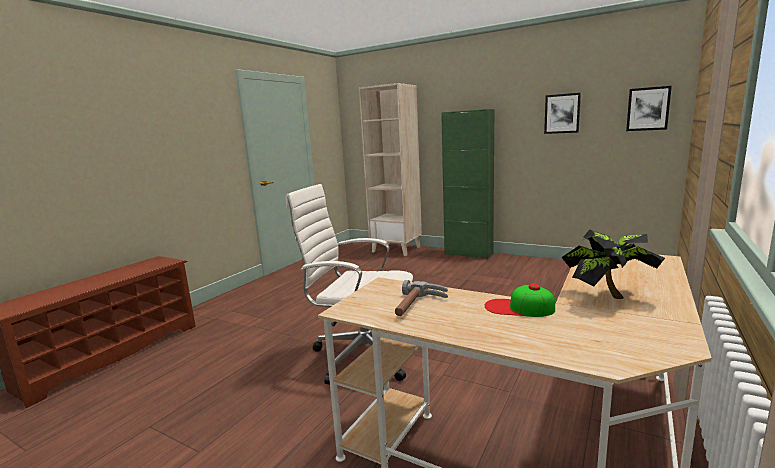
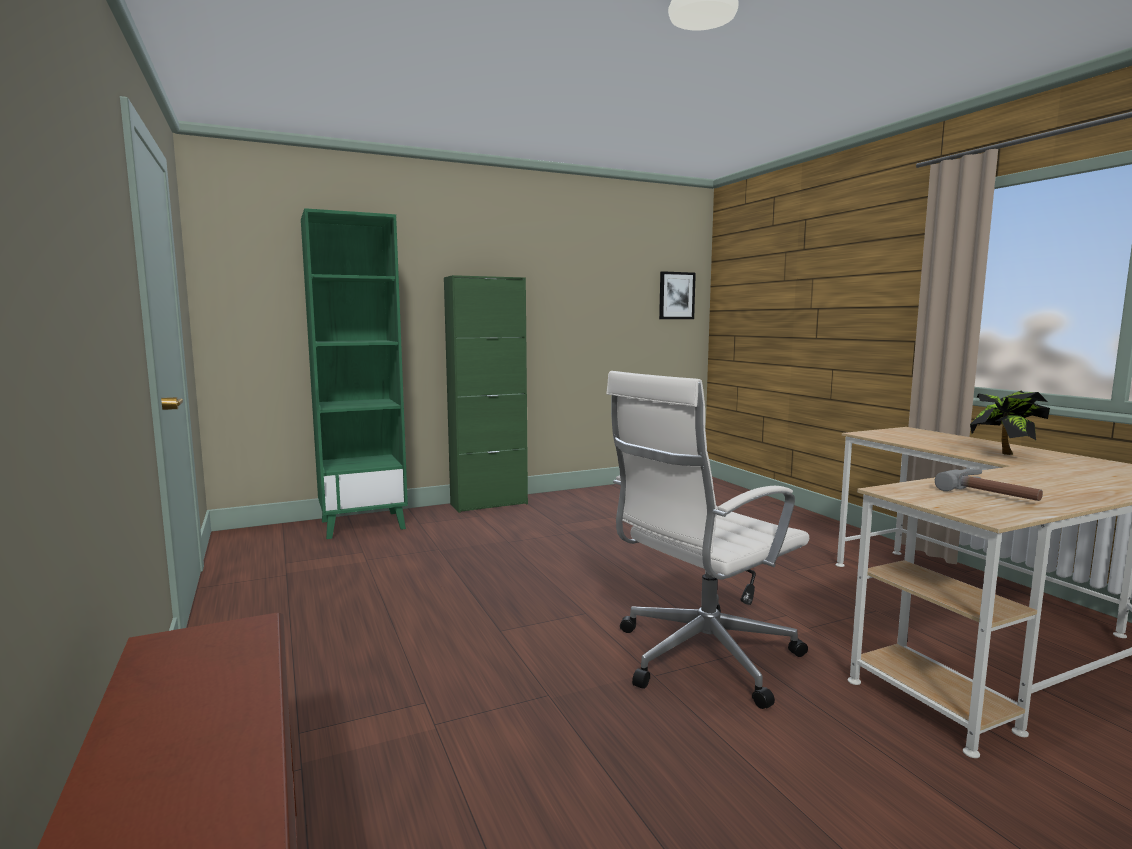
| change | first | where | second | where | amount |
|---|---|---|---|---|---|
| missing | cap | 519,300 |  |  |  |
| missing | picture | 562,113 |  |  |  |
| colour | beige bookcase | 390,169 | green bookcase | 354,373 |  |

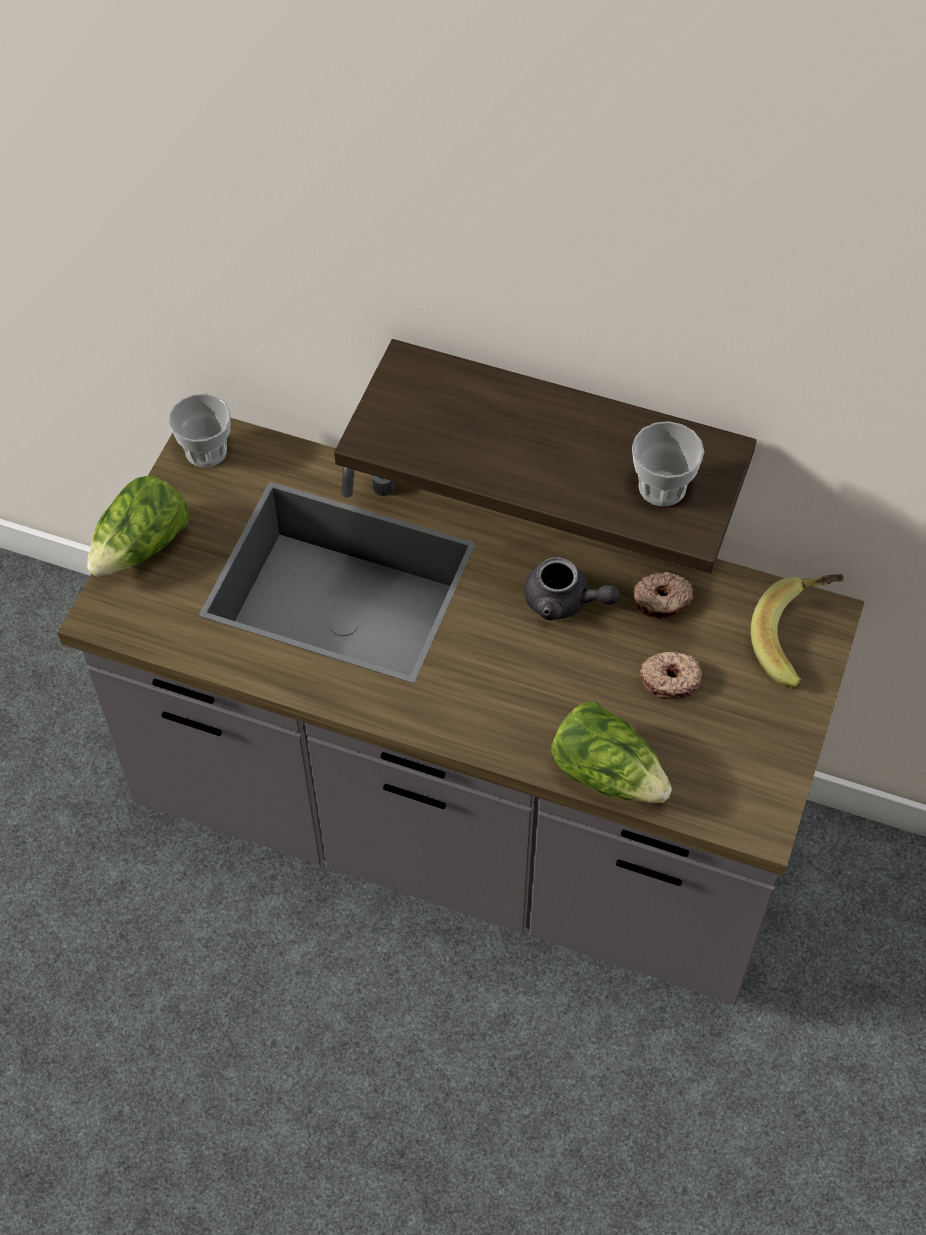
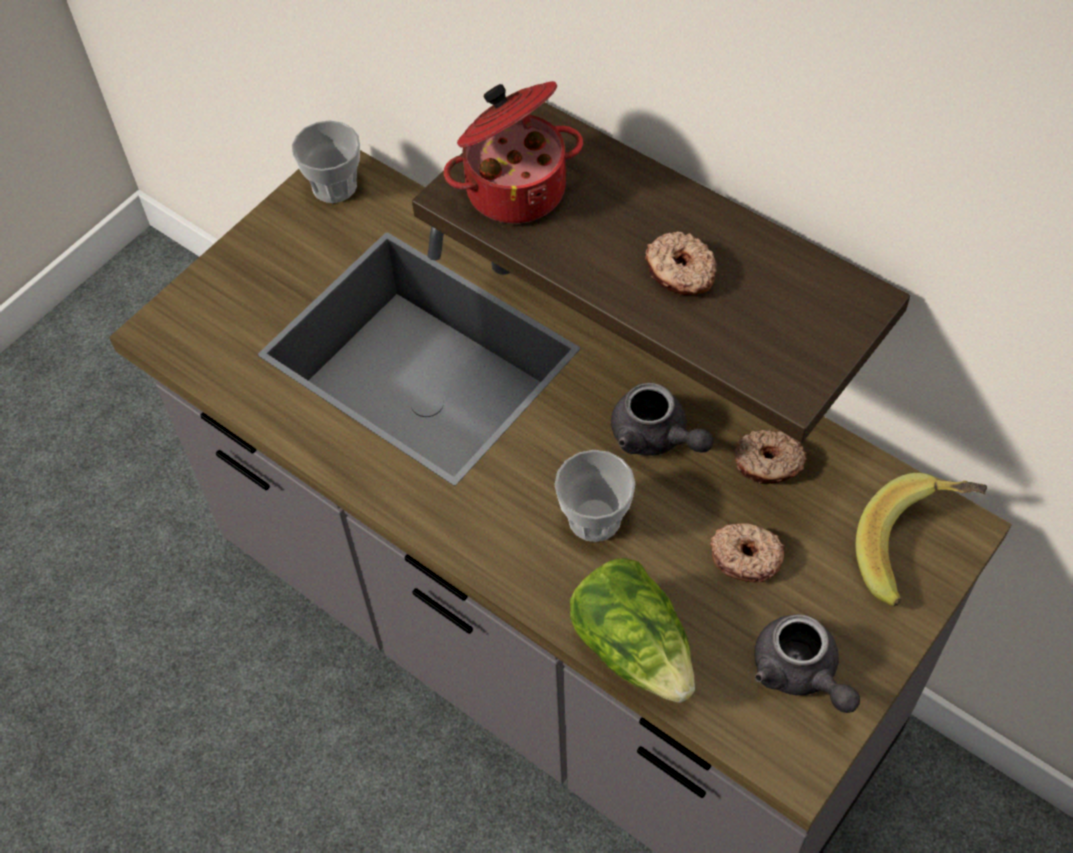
| change | first | where | second | where | amount |
|---|---|---|---|---|---|
| missing | lettuce | 138,526 |  |  |  |
| appeared |  |  | cooking pot | 513,152 |  |
| appeared |  |  | donut | 681,263 |  |
| appeared |  |  | grey teapot | 807,663 |  |
| relocated | cup | 668,464 |  | 595,496 |  |

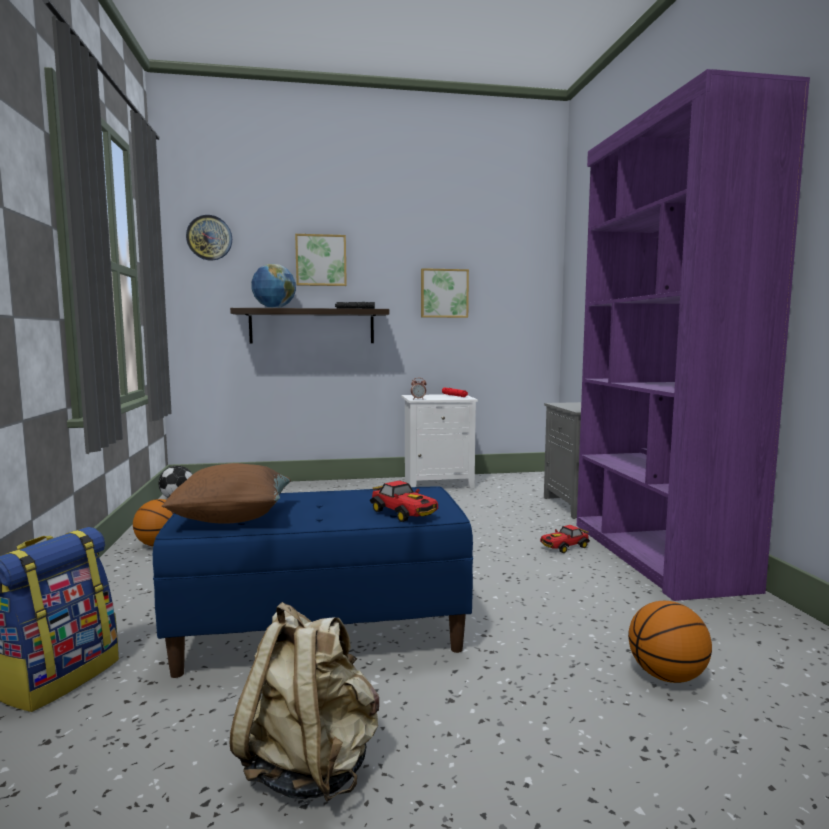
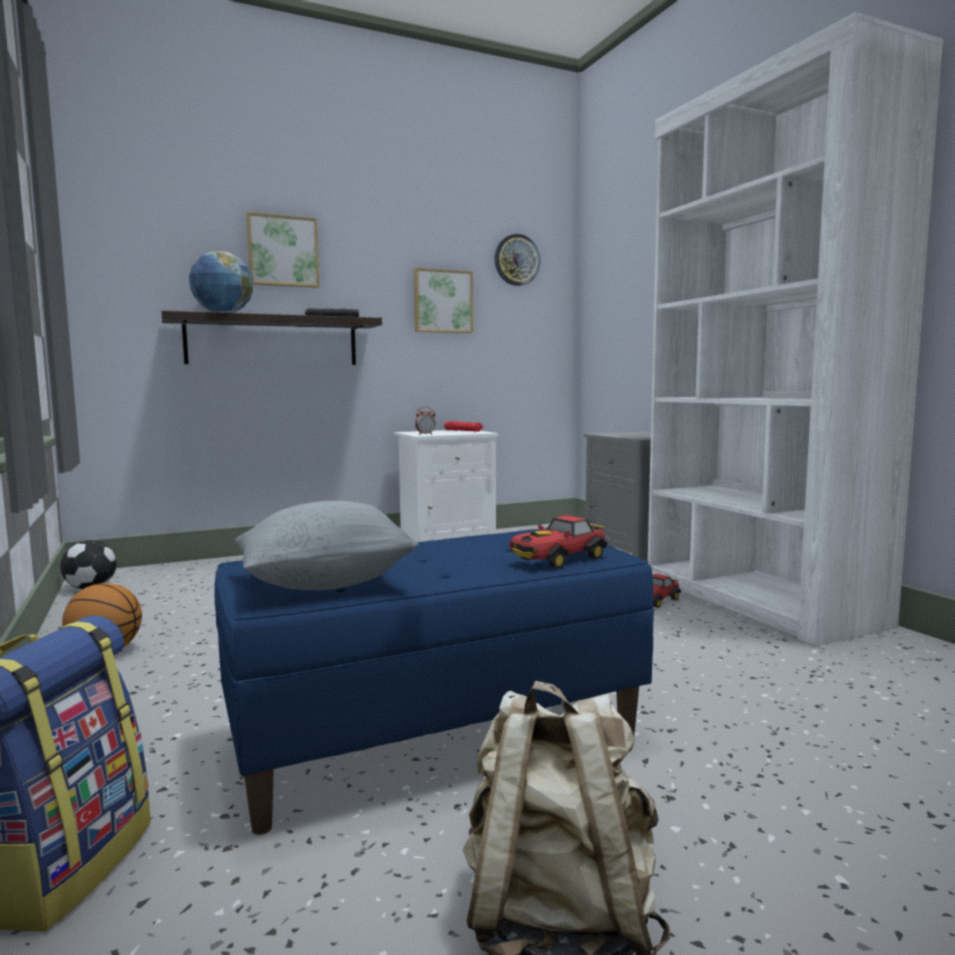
| change | first | where | second | where | amount |
|---|---|---|---|---|---|
| missing | basketball | 670,642 |  |  |  |
| relocated | wall clock | 209,238 |  | 517,260 |  |
| colour | brown pillow | 226,493 | grey pillow | 326,545 |  |
| colour | purple bookcase | 693,335 | white bookcase | 795,329 |  |
| spun | toy car | 404,501 |  | 559,542 | 105 degrees clockwise |

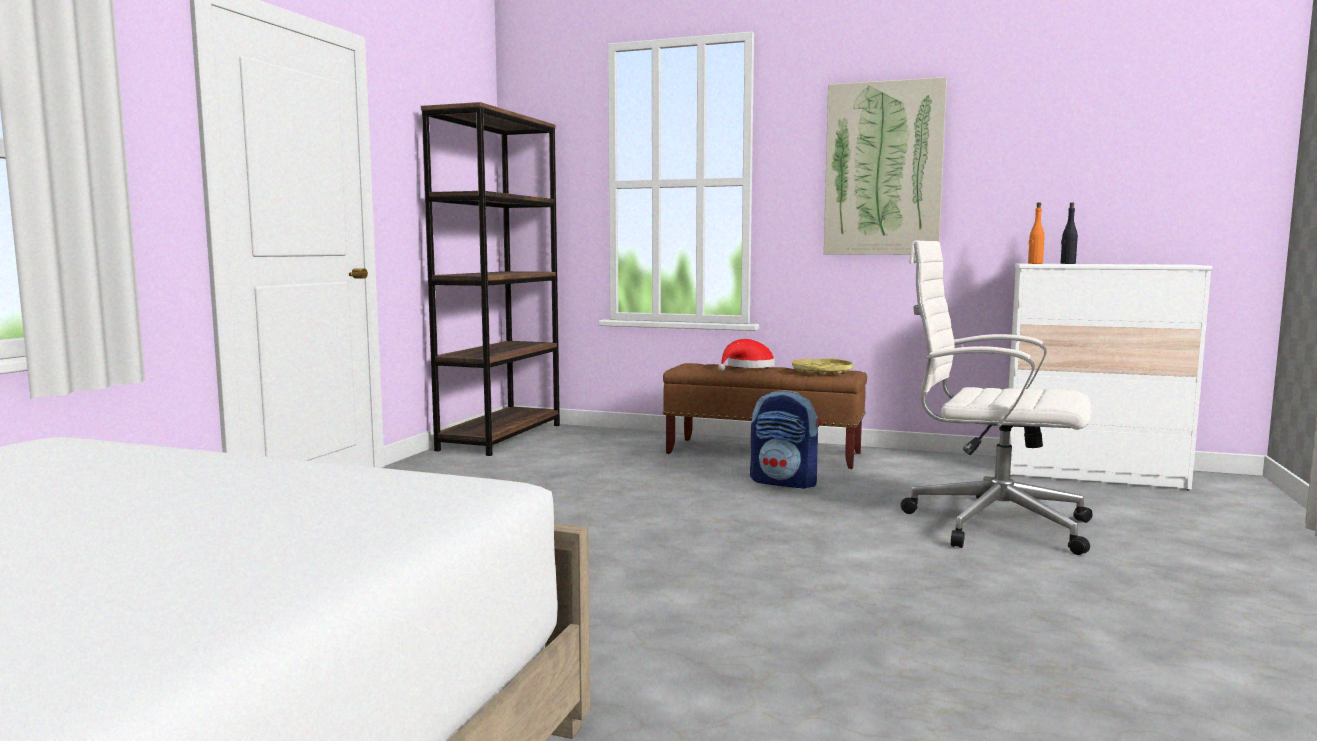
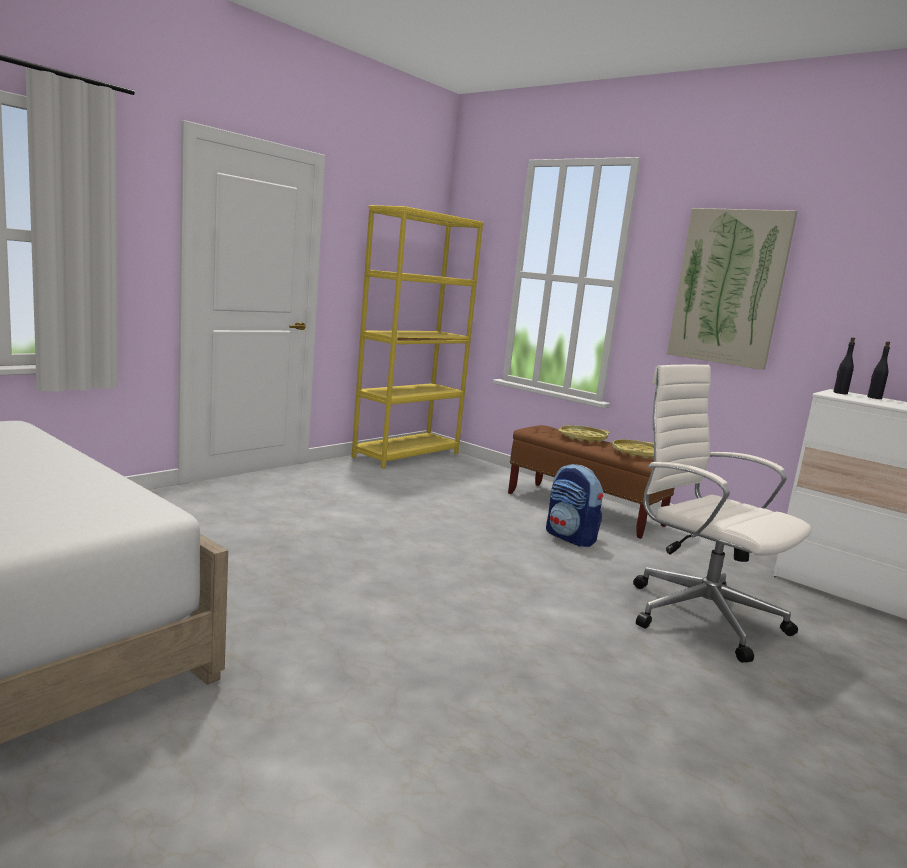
| change | first | where | second | where | amount |
|---|---|---|---|---|---|
| exchanged | red hat | 746,355 | yellow tray | 584,434 |  |
| colour | brown bookcase | 490,279 | yellow bookcase | 418,337 |  |
| colour | orange bottle | 1036,233 | black bottle | 844,365 |  |

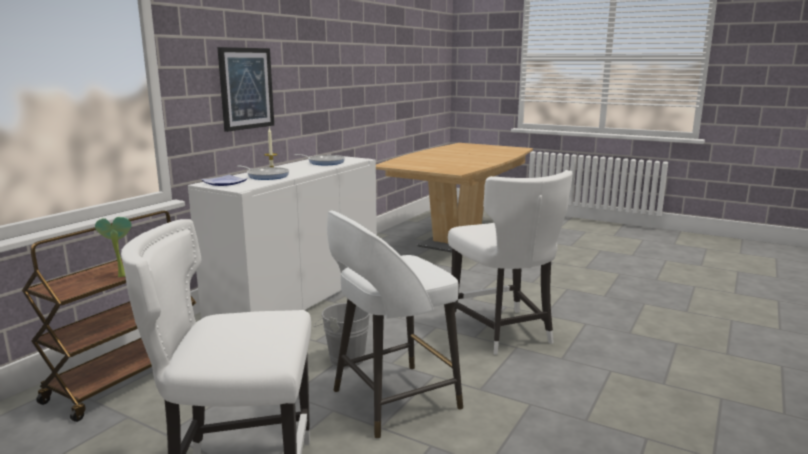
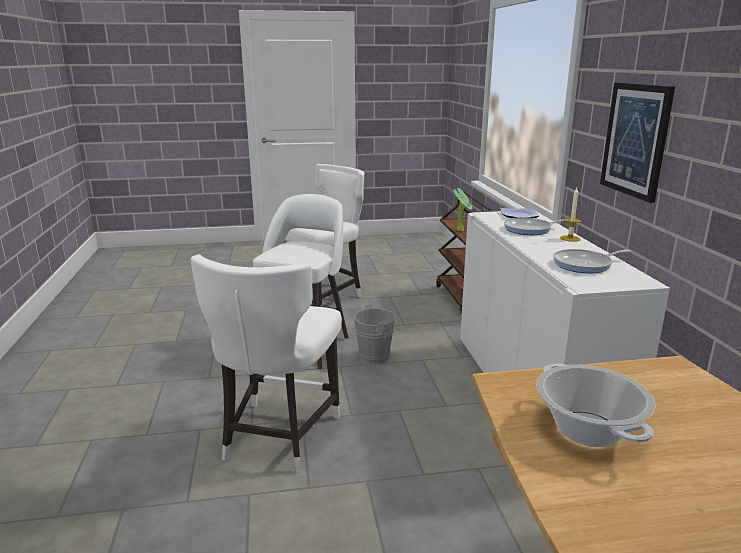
| change | first | where | second | where | amount |
|---|---|---|---|---|---|
| appeared |  |  | cooking pot | 596,405 |  |
| spun | white chair | 510,262 |  | 266,363 | 105 degrees counterclockwise |

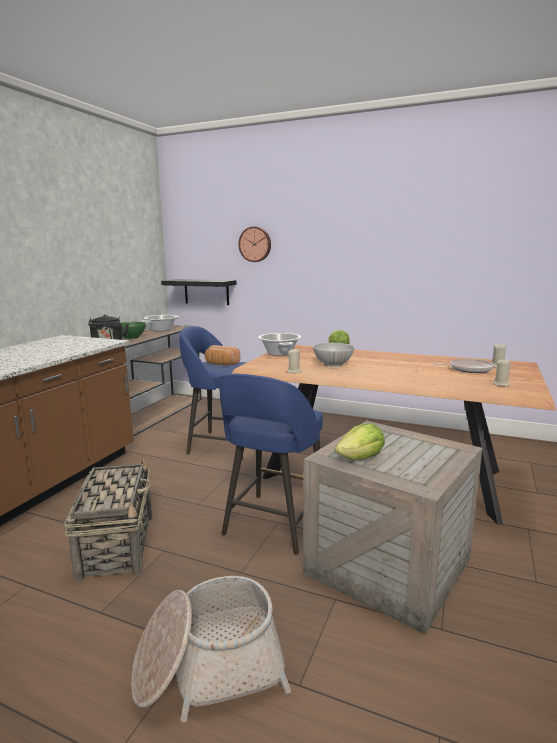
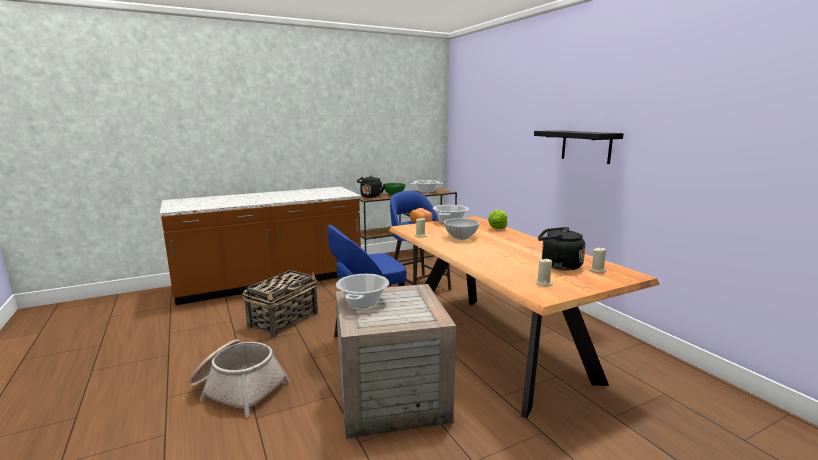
| change | first | where | second | where | amount |
|---|---|---|---|---|---|
| missing | wall clock | 254,244 |  |  |  |
| relocated | black shelf | 199,292 |  | 579,147 |  |
| exchanged | lettuce | 360,441 | cooking pot | 362,291 |  |
| exchanged | frying pan | 464,366 | black kettle | 561,249 |  |

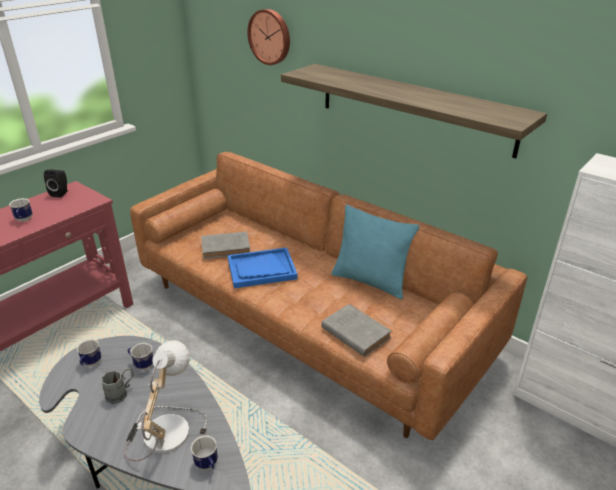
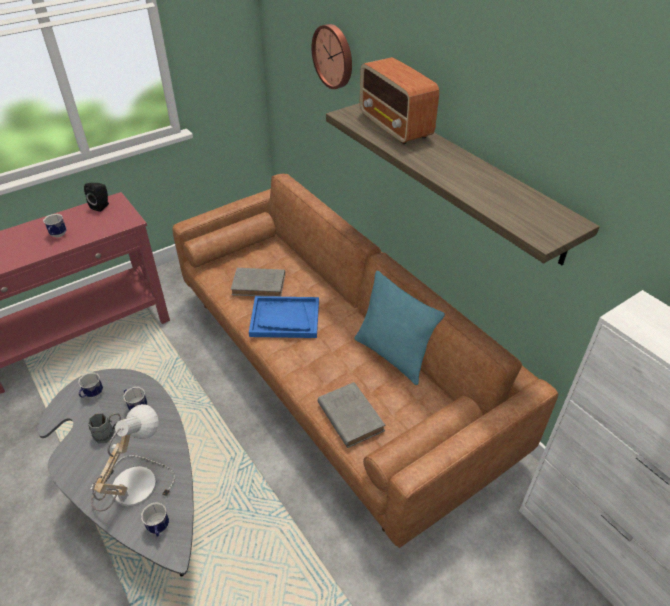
| change | first | where | second | where | amount |
|---|---|---|---|---|---|
| appeared |  |  | radio | 399,100 |  |

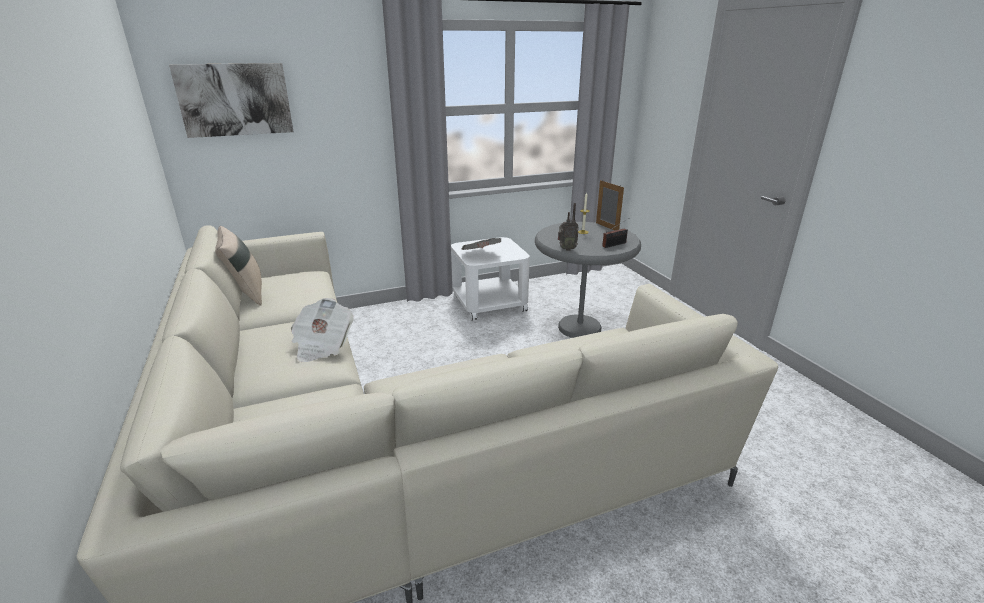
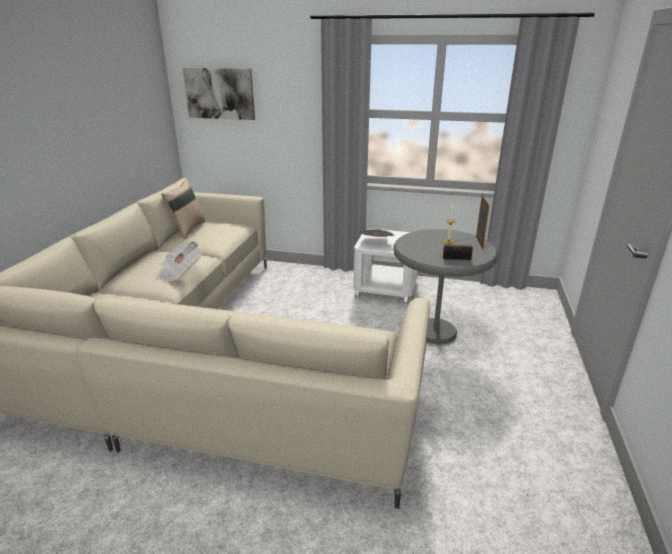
| change | first | where | second | where | amount |
|---|---|---|---|---|---|
| missing | radio | 568,227 |  |  |  |

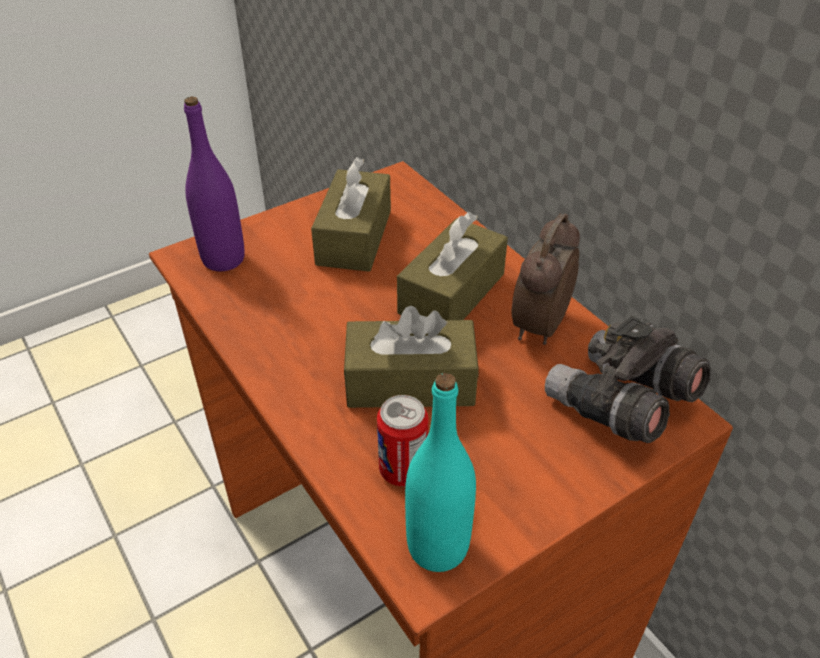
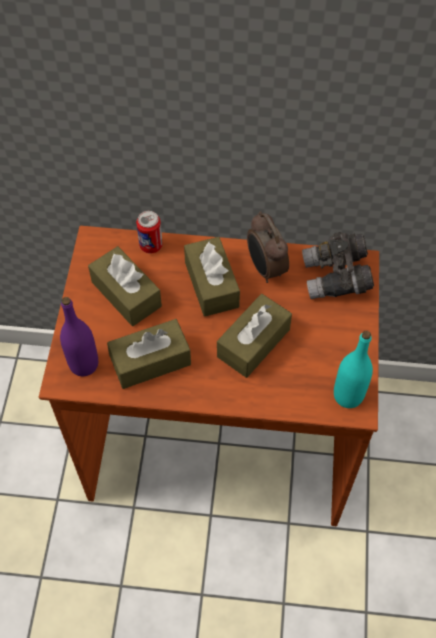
| change | first | where | second | where | amount |
|---|---|---|---|---|---|
| appeared |  |  | brown tissue box | 149,354 |  |
| relocated | can | 402,440 |  | 149,232 |  |

